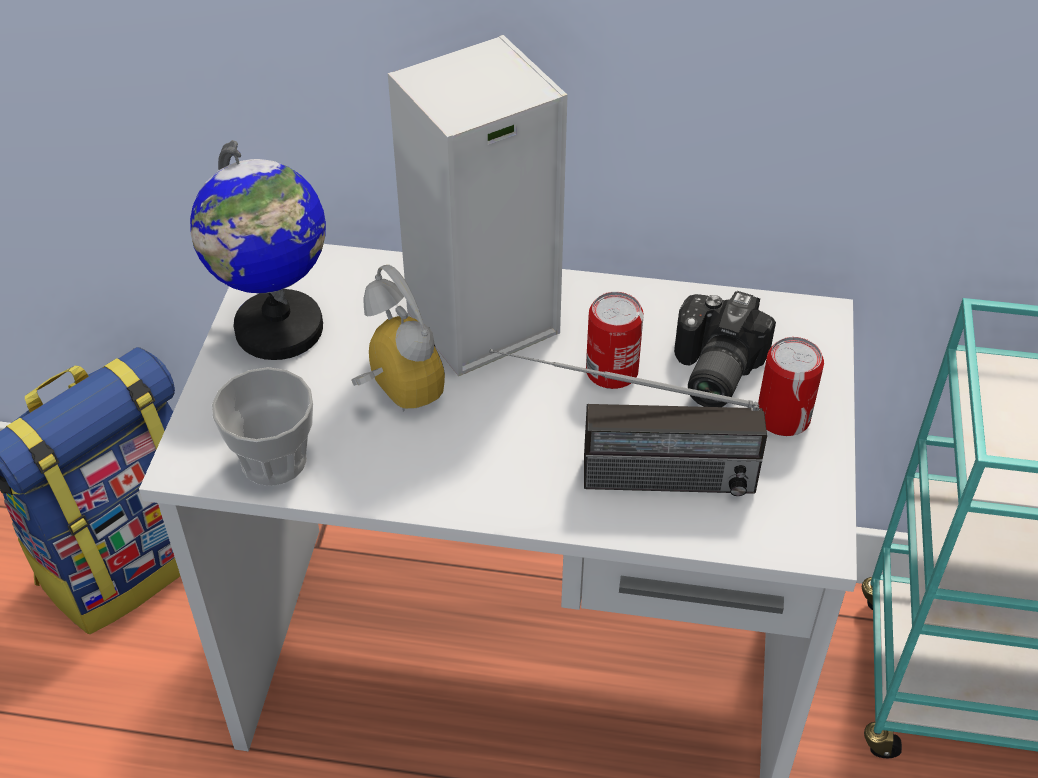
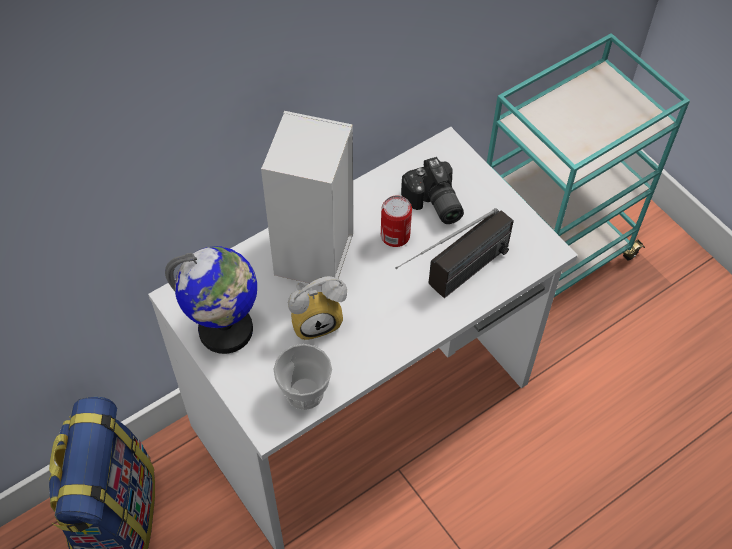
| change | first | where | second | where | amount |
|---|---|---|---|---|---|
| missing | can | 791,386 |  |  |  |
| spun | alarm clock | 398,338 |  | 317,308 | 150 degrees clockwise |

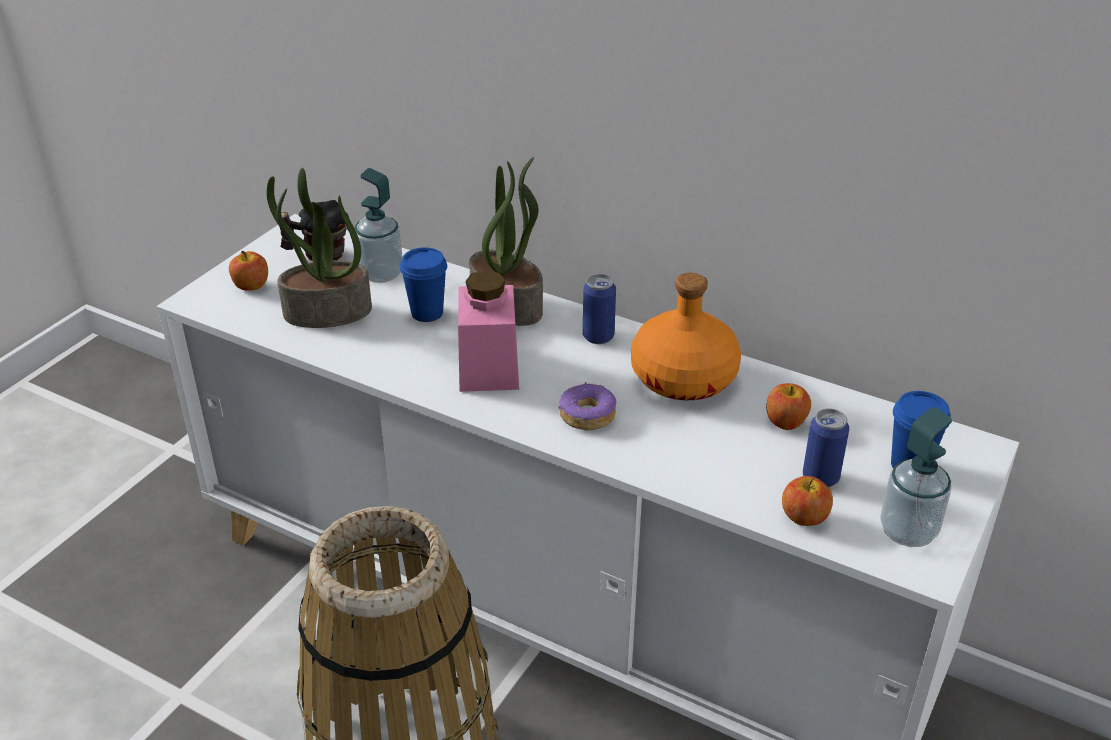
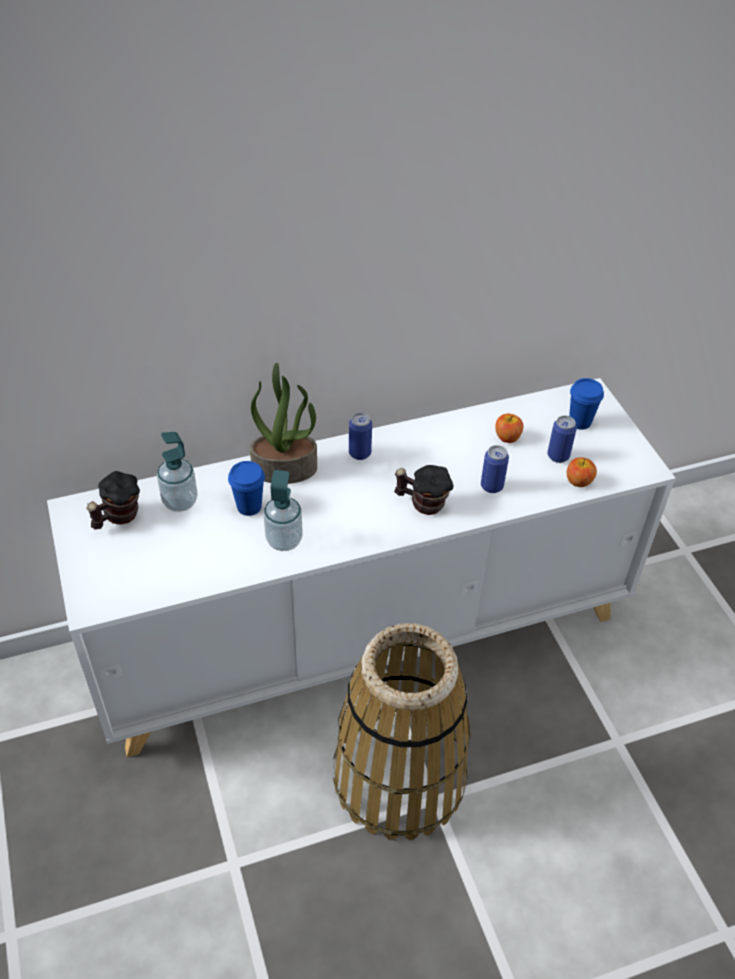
| change | first | where | second | where | amount |
|---|---|---|---|---|---|
| missing | apple | 248,271 |  |  |  |
| missing | potted plant | 319,248 |  |  |  |
| missing | pink jar | 488,331 |  |  |  |
| missing | orange bottle | 686,336 |  |  |  |
| appeared |  |  | can | 495,469 |  |
| relocated | soap dispenser | 916,477 |  | 283,510 |  |
| exchanged | donut | 587,406 | mug | 423,490 |  |

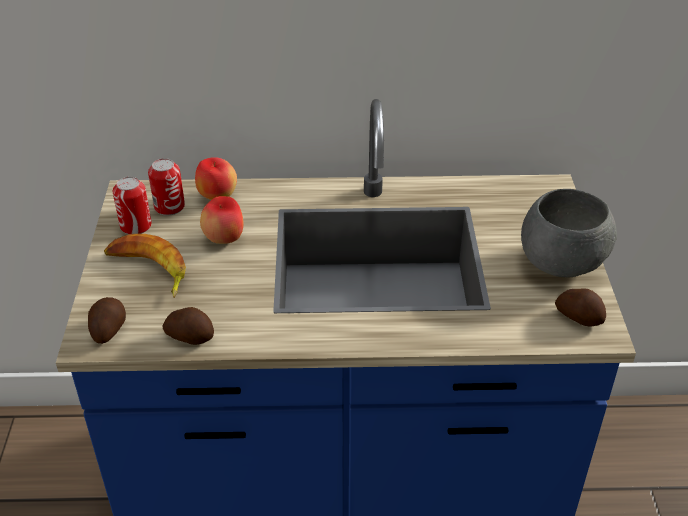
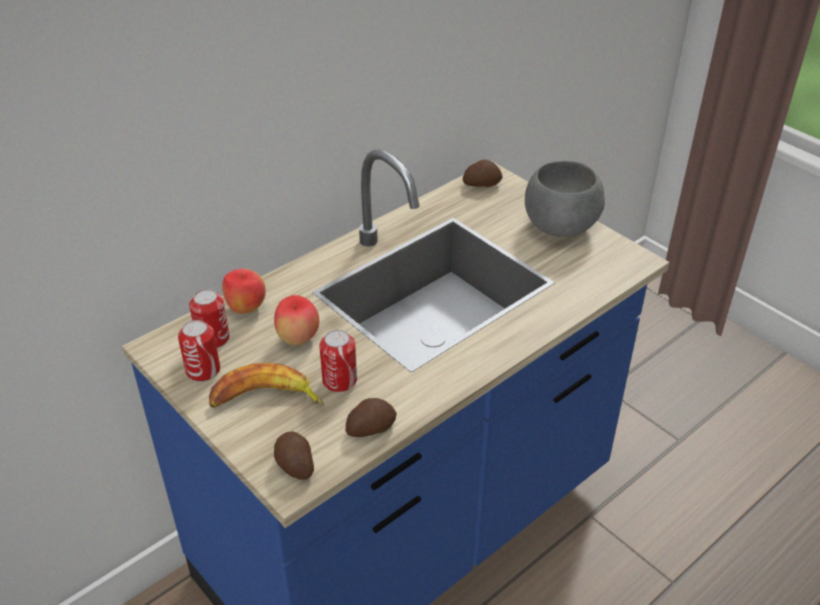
| change | first | where | second | where | amount |
|---|---|---|---|---|---|
| appeared |  |  | can | 338,361 |  |
| relocated | potato | 580,307 |  | 483,173 |  |

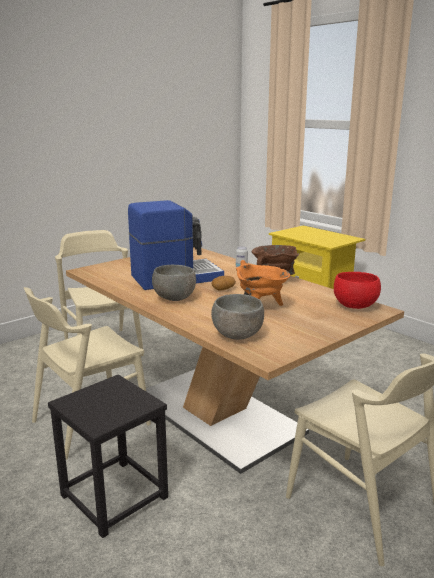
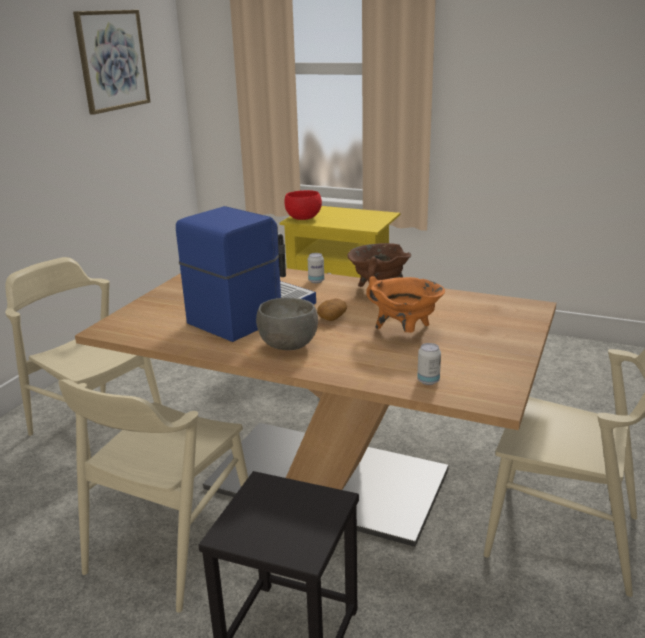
| change | first | where | second | where | amount |
|---|---|---|---|---|---|
| appeared |  |  | picture | 111,62 |  |
| relocated | red bowl | 357,290 |  | 303,205 |  |
| exchanged | grey bowl | 237,317 | can | 429,364 |  |

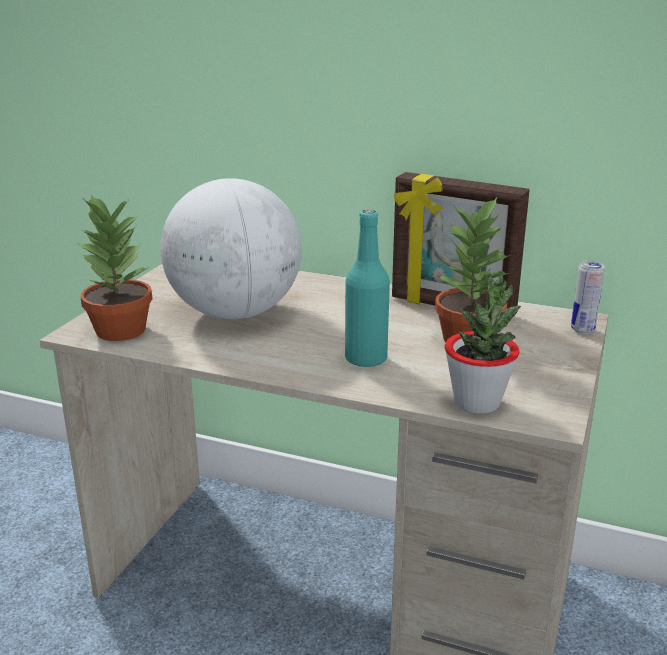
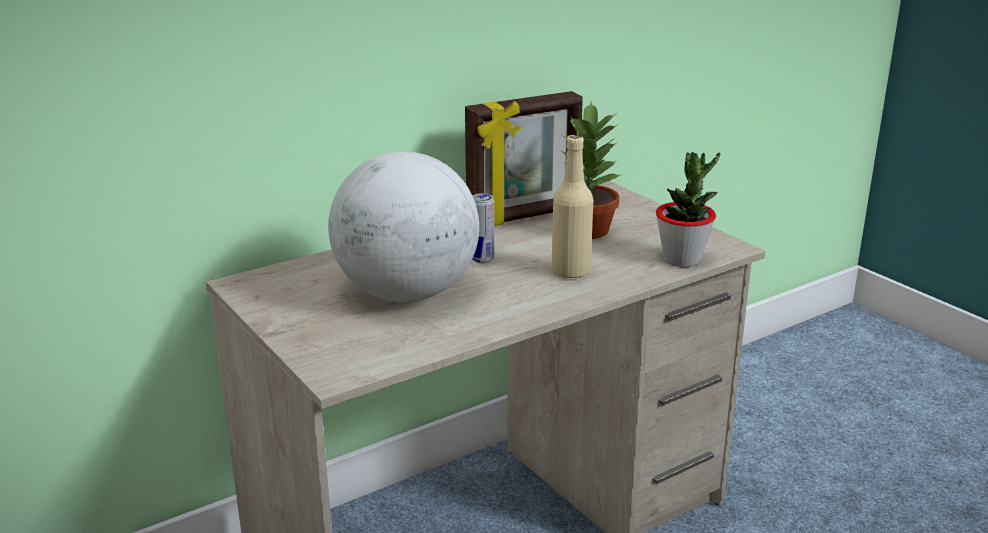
| change | first | where | second | where | amount |
|---|---|---|---|---|---|
| missing | potted plant | 115,268 |  |  |  |
| relocated | can | 588,297 |  | 483,228 |  |
| colour | turquoise bottle | 367,288 | beige bottle | 572,207 |  |

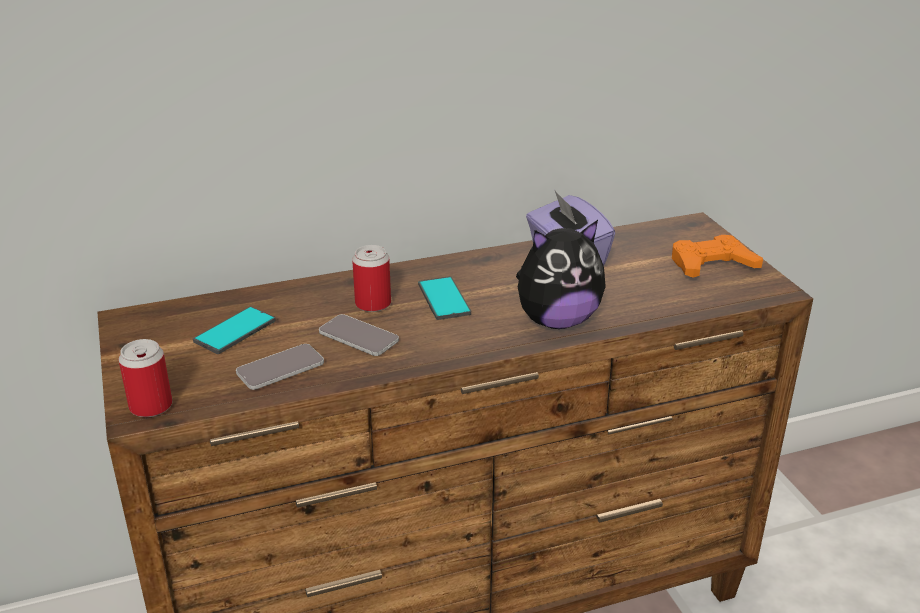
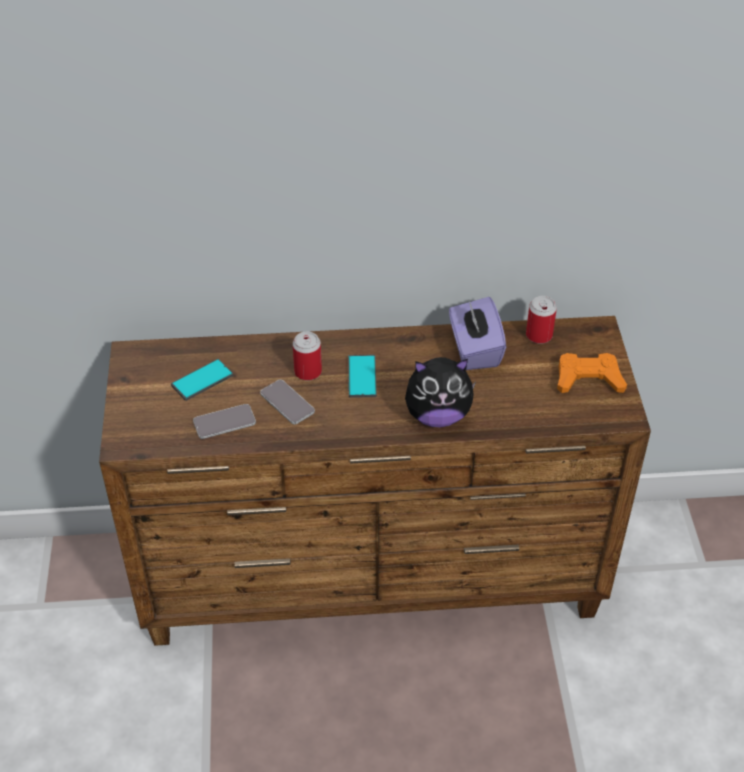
| change | first | where | second | where | amount |
|---|---|---|---|---|---|
| relocated | can | 145,378 |  | 541,320 |  |

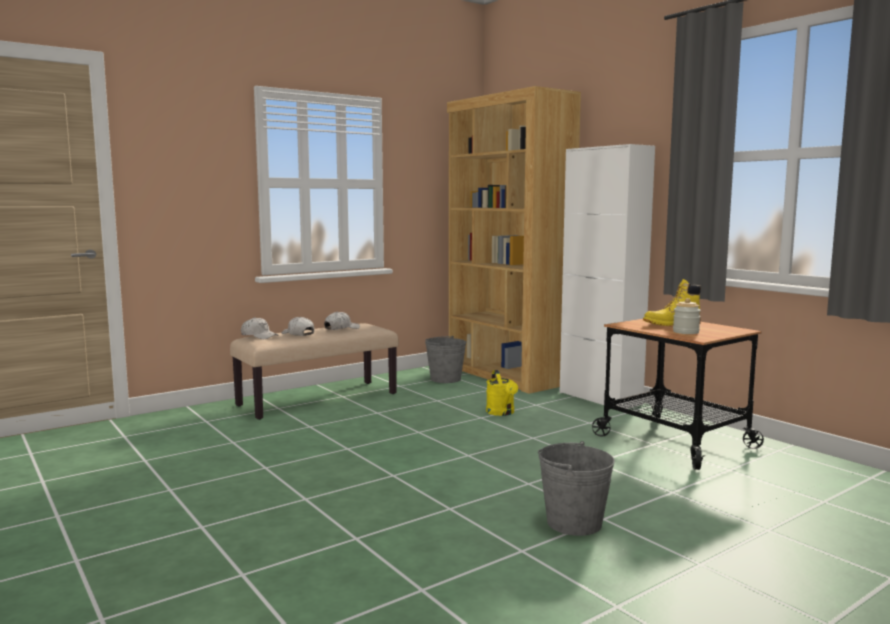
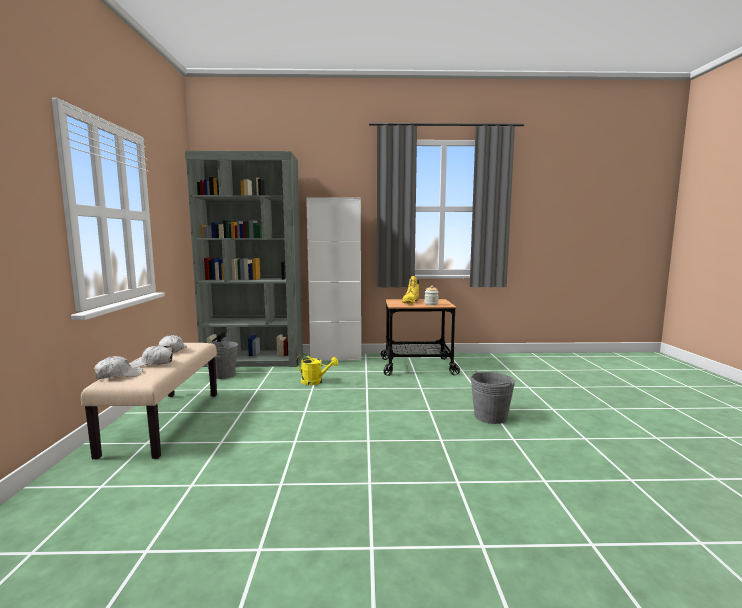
| change | first | where | second | where | amount |
|---|---|---|---|---|---|
| colour | brown bookcase | 514,240 | grey bookcase | 244,259 |  |

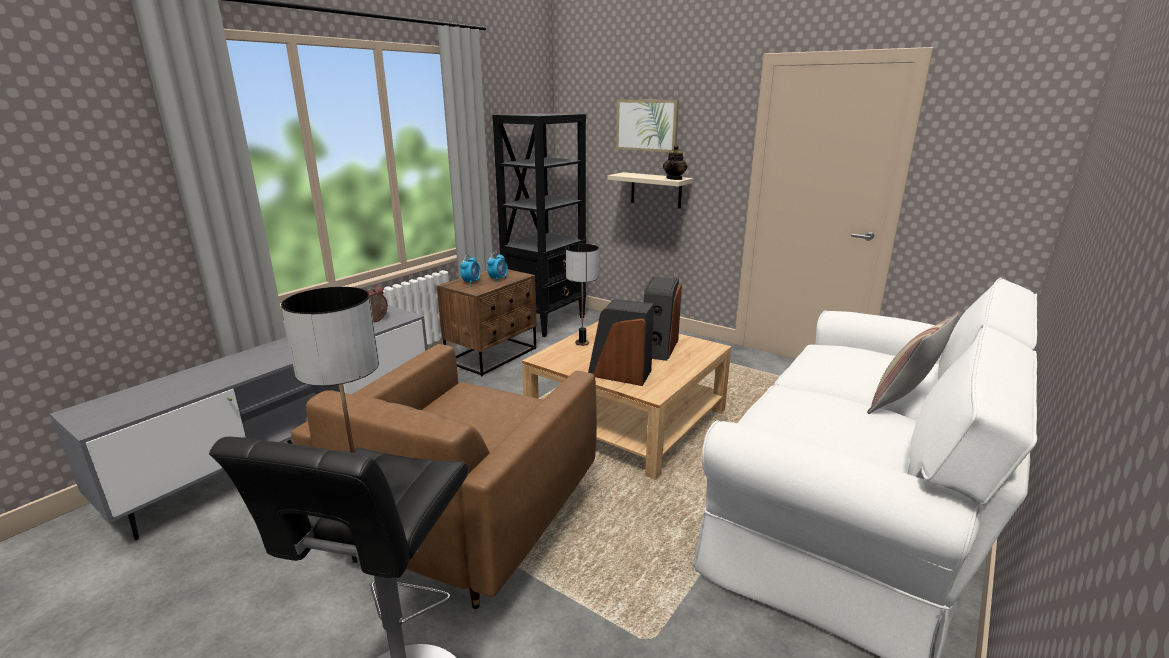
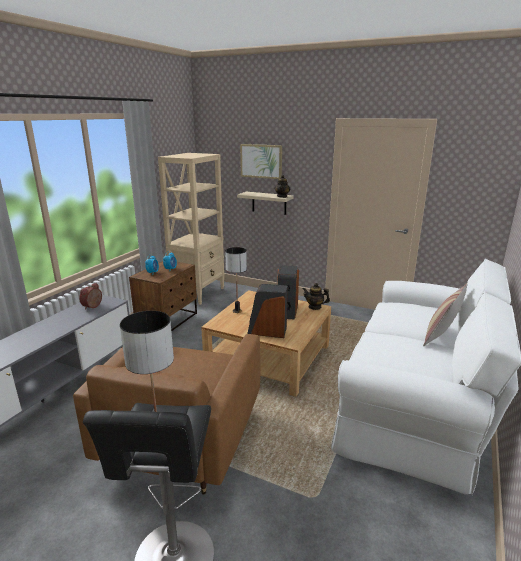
| change | first | where | second | where | amount |
|---|---|---|---|---|---|
| appeared |  |  | teapot | 316,296 |  |
| colour | black bookcase | 539,225 | beige bookcase | 191,229 |  |

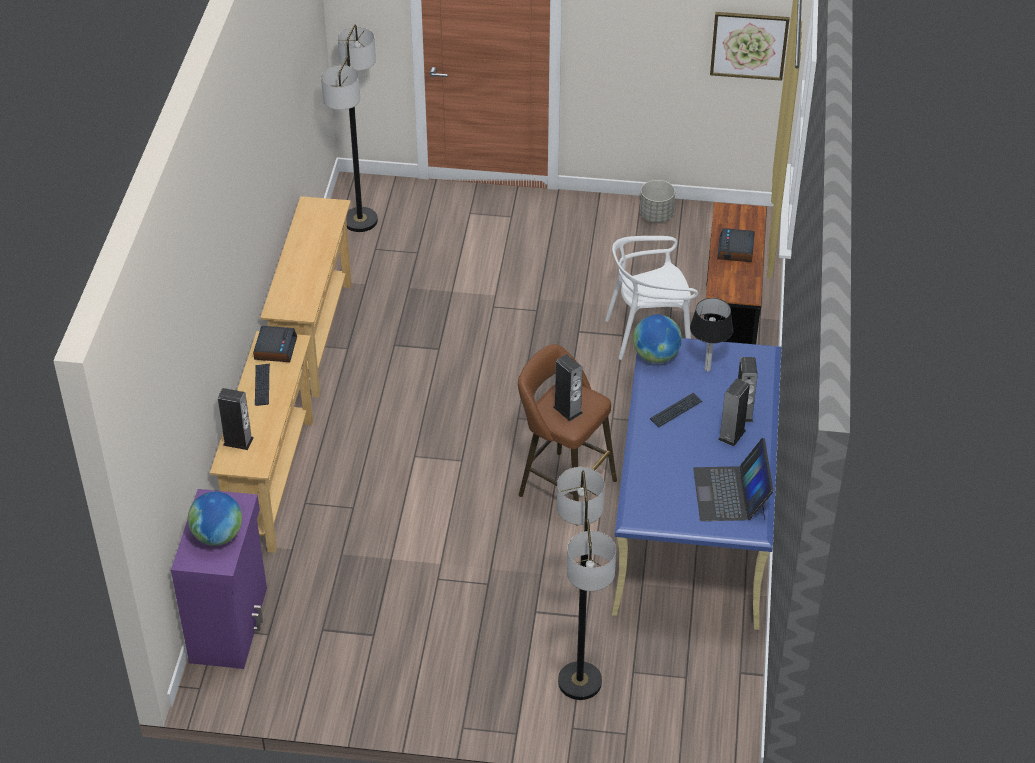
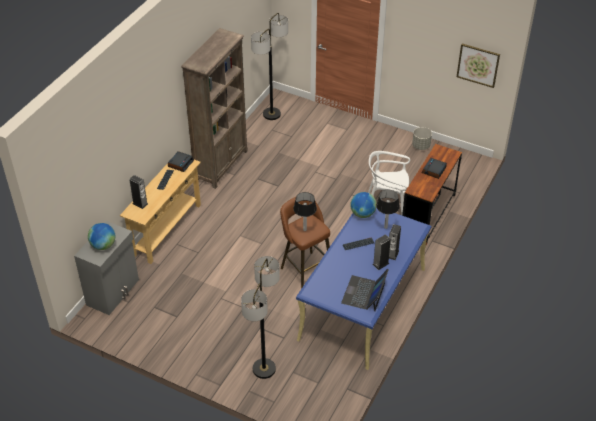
| change | first | where | second | where | amount |
|---|---|---|---|---|---|
| exchanged | beige console table | 306,297 | brown bookcase | 214,108 |  |
| exchanged | speaker | 568,387 | table lamp | 305,211 |  |
| colour | purple cabinet | 219,579 | grey cabinet | 106,268 |  |

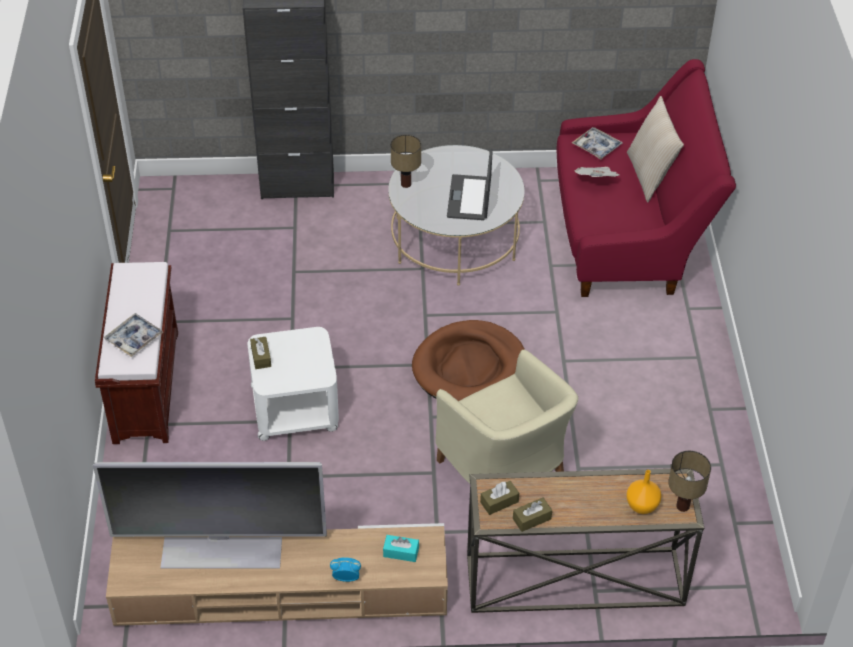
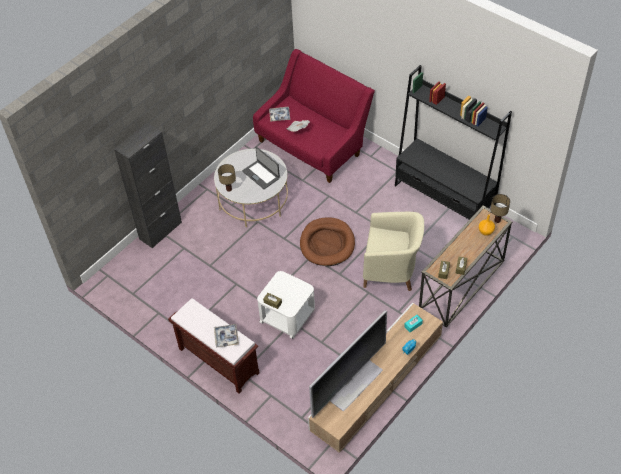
| change | first | where | second | where | amount |
|---|---|---|---|---|---|
| missing | beige pillow | 655,149 |  |  |  |
| appeared |  |  | black bookcase | 453,142 |  |

